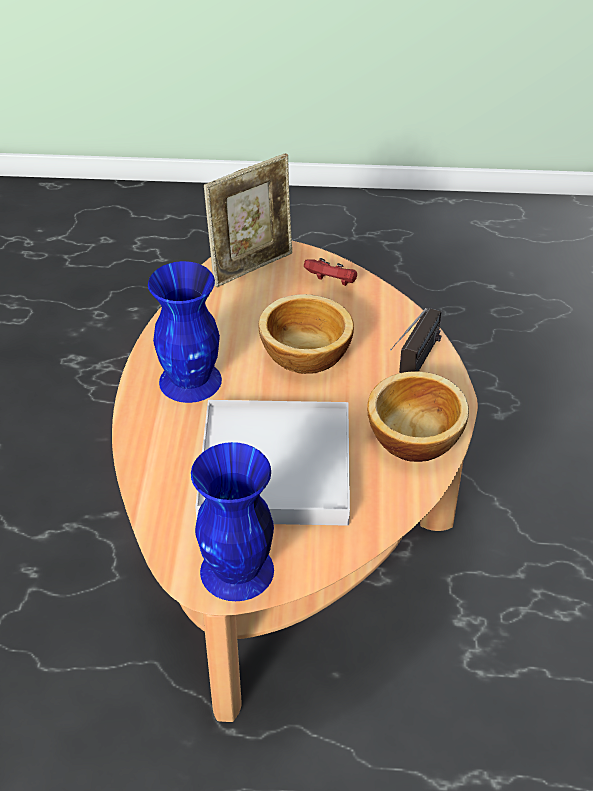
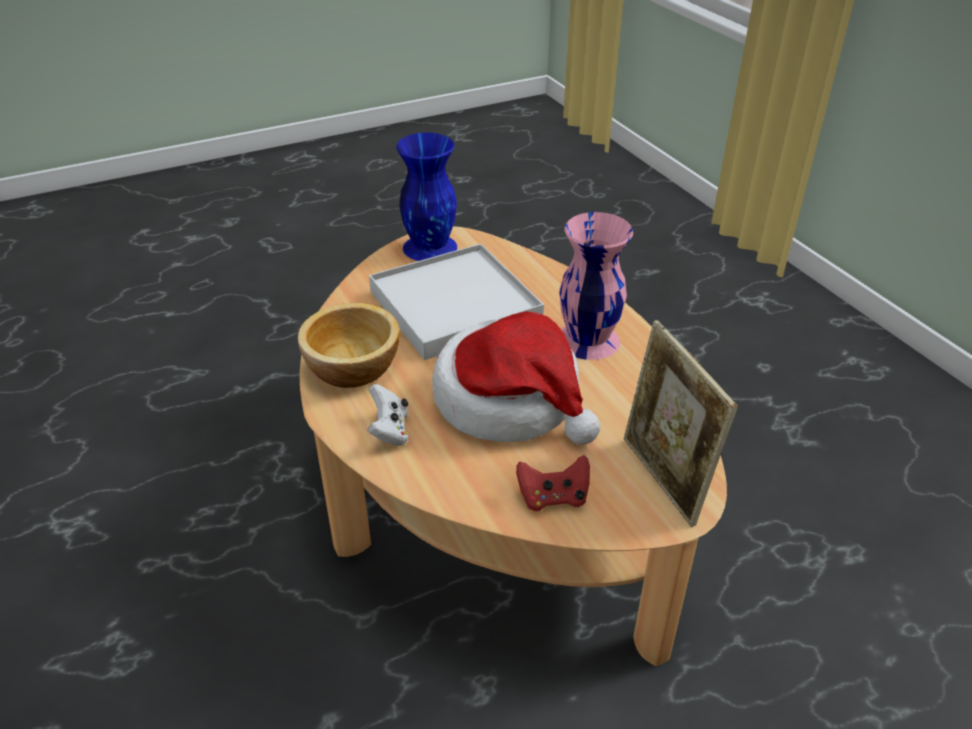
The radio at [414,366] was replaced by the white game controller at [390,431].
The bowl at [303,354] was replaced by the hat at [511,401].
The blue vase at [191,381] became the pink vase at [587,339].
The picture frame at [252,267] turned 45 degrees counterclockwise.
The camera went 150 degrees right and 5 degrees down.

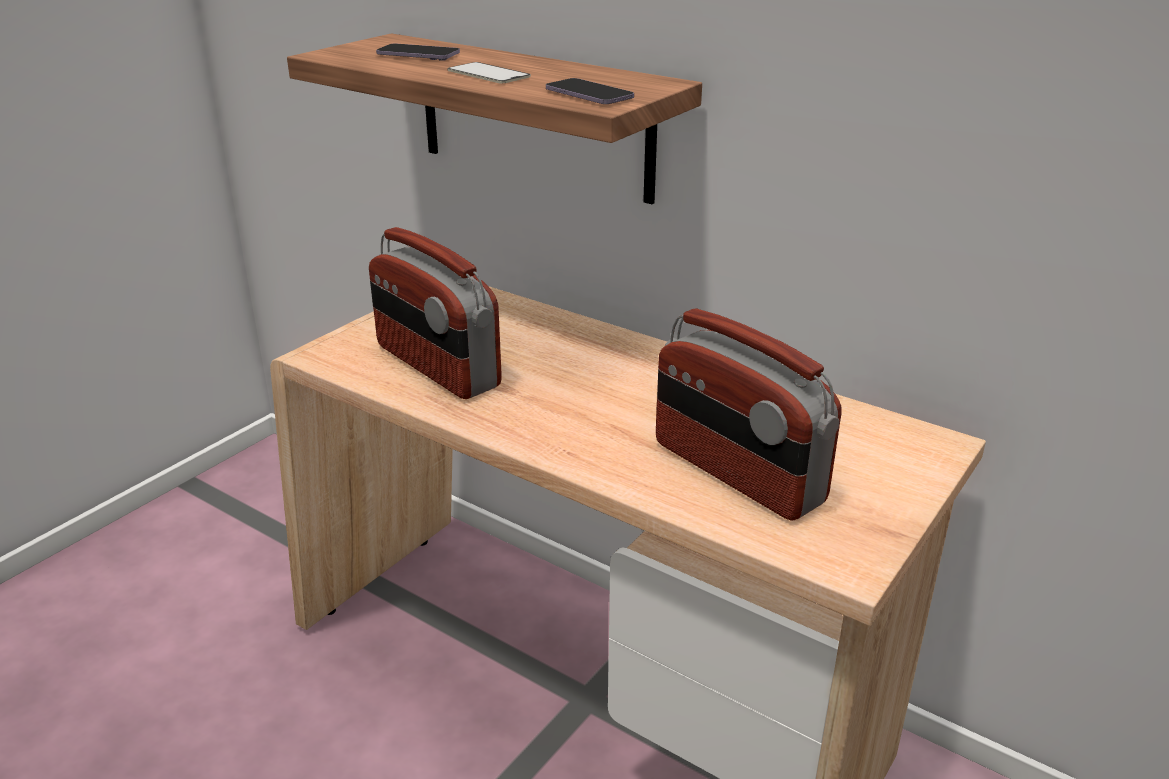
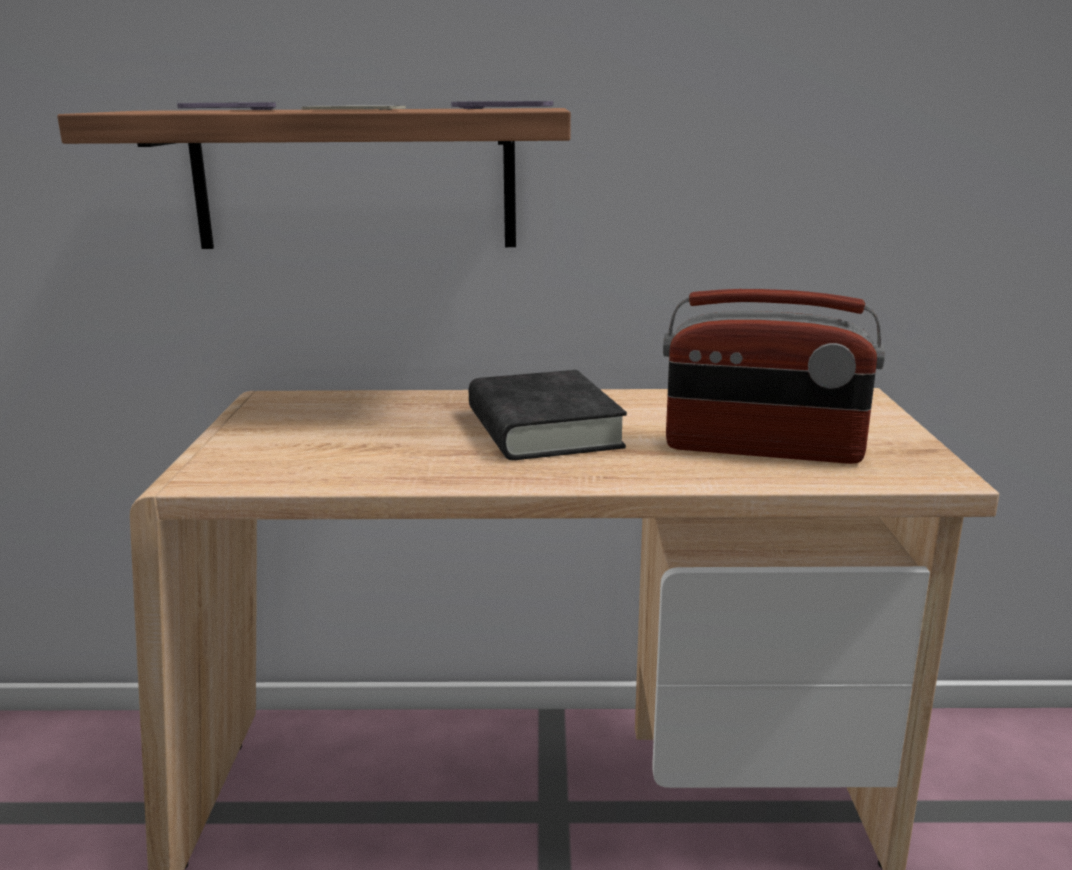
The black book at [543,429] appeared.
The radio at [436,367] disappeared.
The camera went 35 degrees left and 10 degrees down.

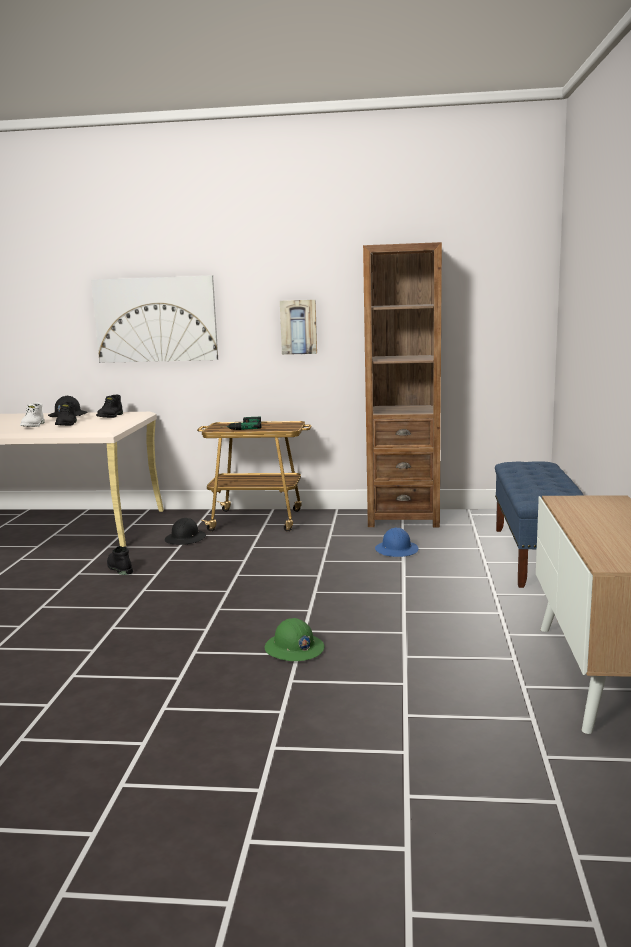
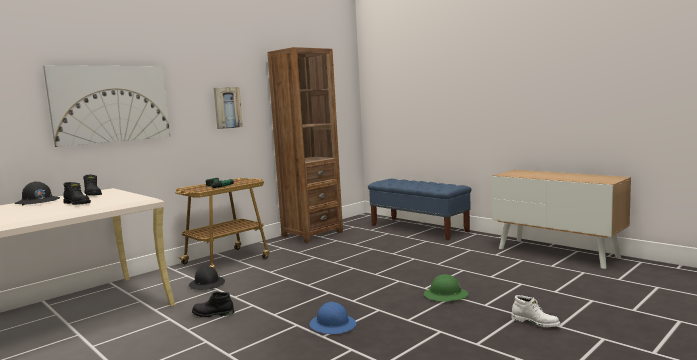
The blue hard hat moved from [397,550] to [333,325].
The white boot moved from [33,425] to [535,322].
The camera went 50 degrees left and 5 degrees down.

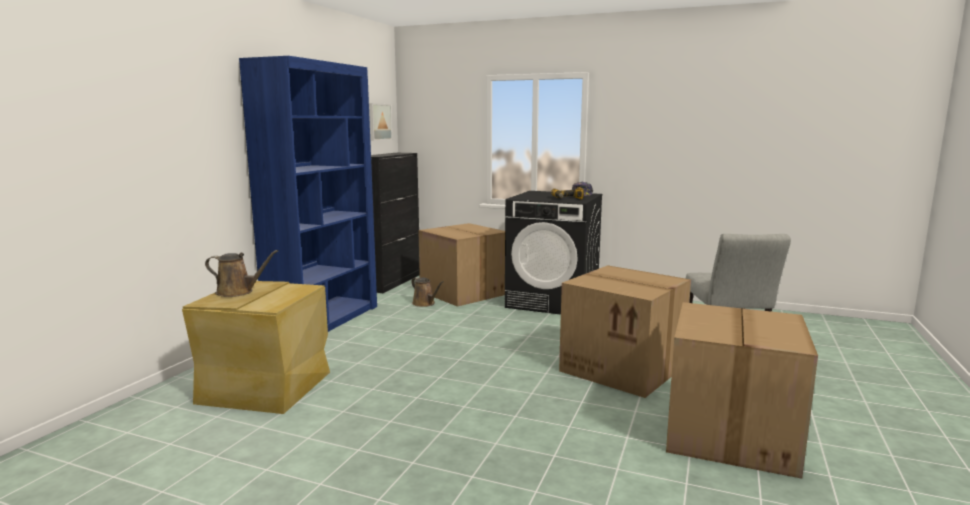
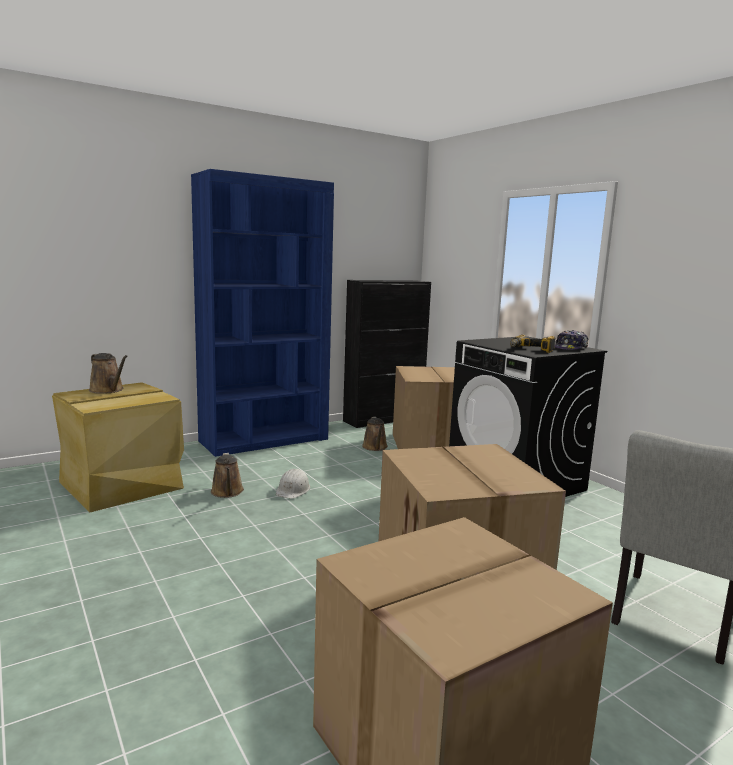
The brown watering can at [227,492] appeared.
The white hard hat at [293,490] appeared.
The picture at [378,122] disappeared.
The camera went 35 degrees right and 0 degrees up.

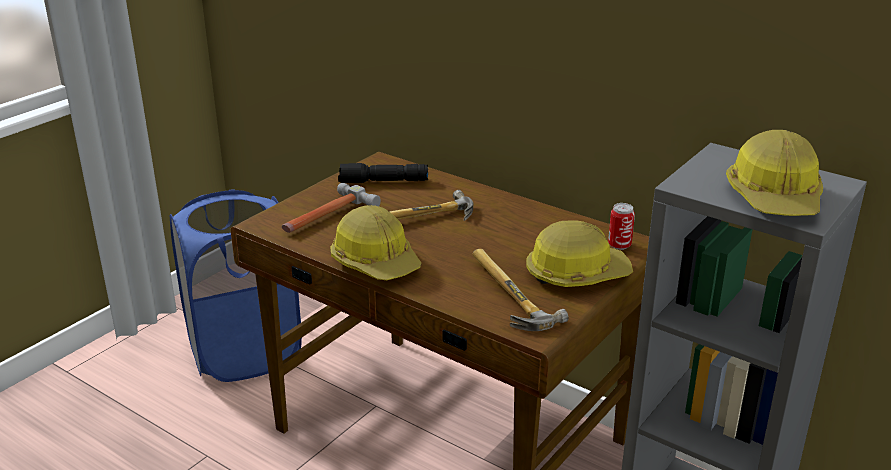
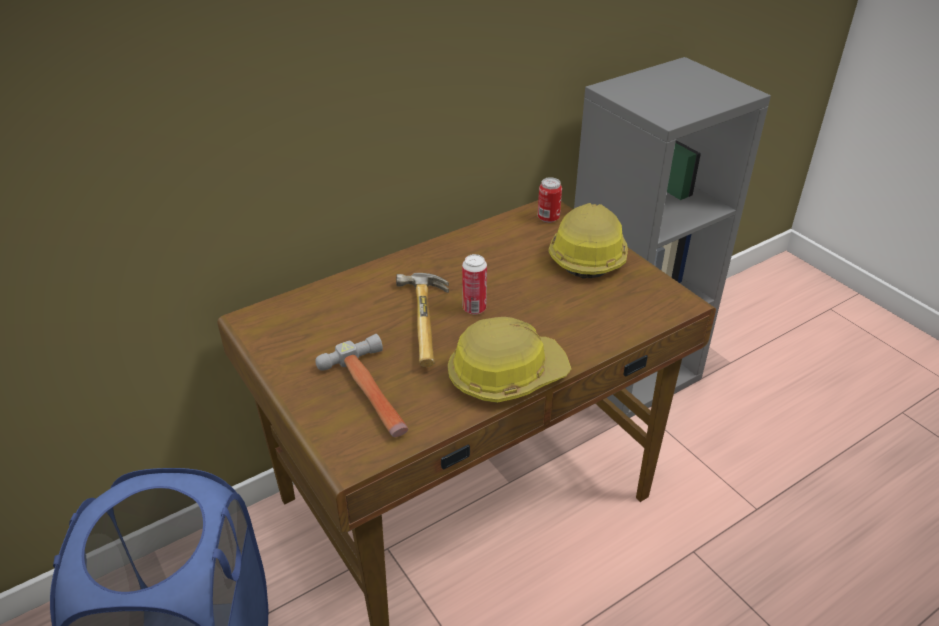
The can at [474,308] appeared.
The black flashlight at [382,182] disappeared.
The hammer at [505,297] disappeared.
The hard hat at [774,197] disappeared.
The camera went 70 degrees left and 10 degrees up.

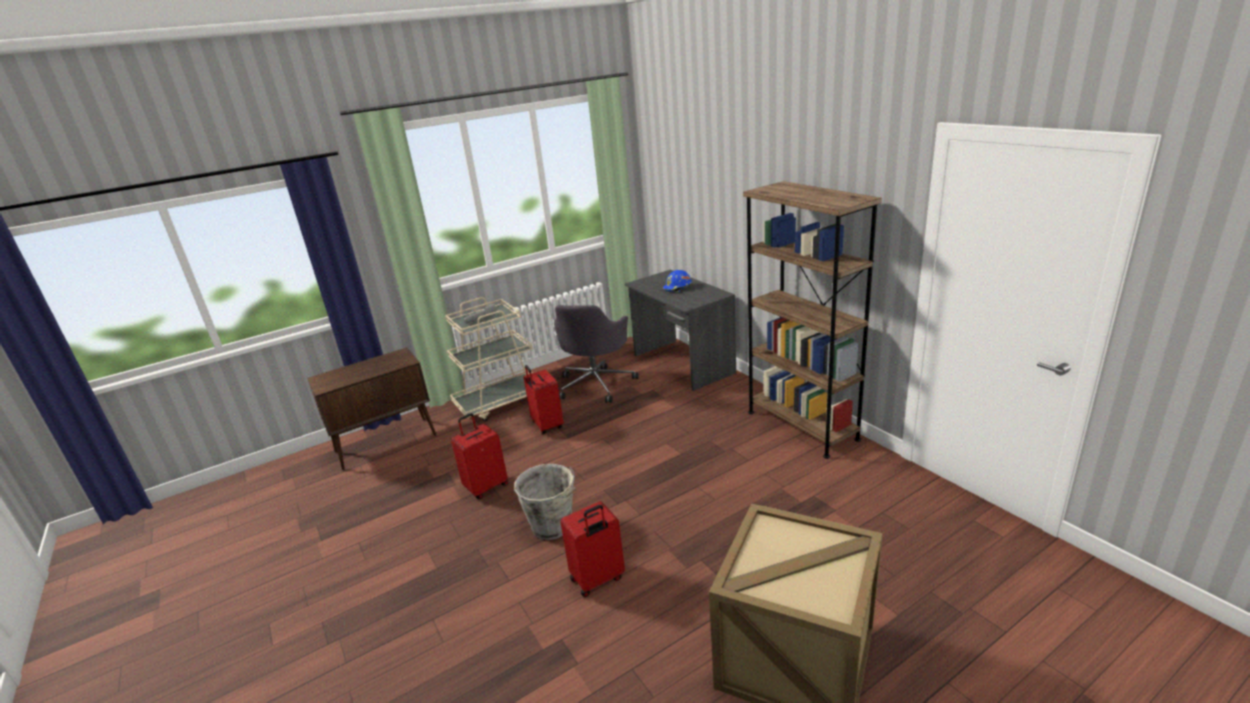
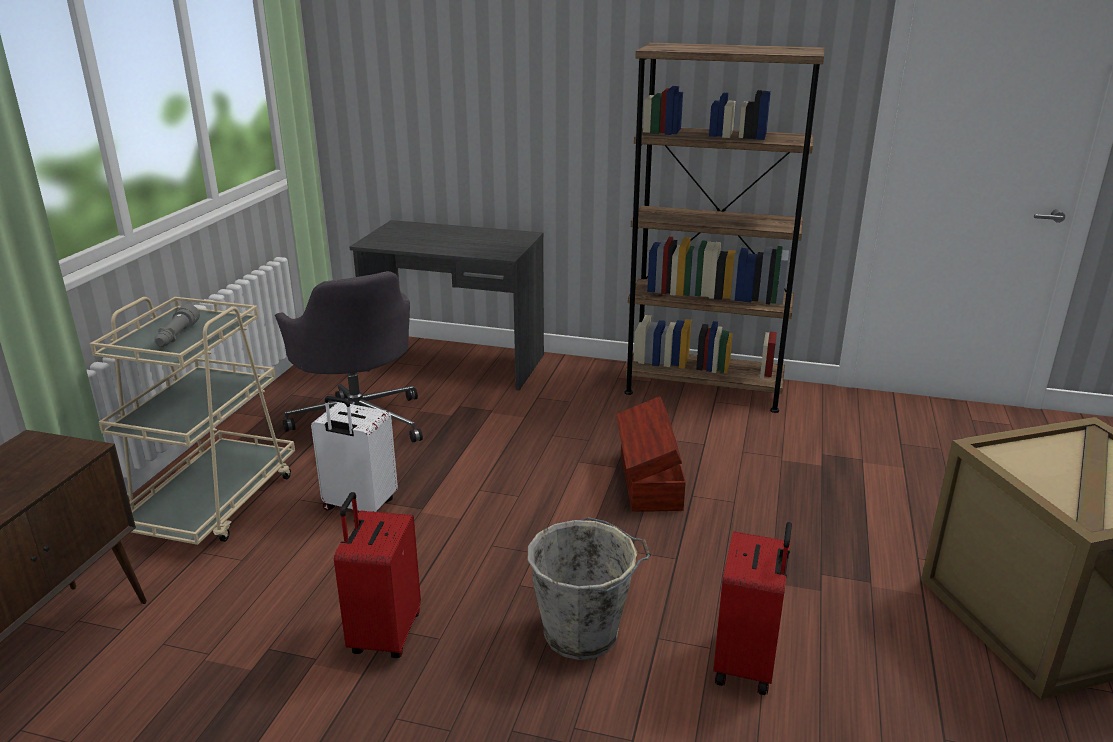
The red suitcase at [546,426] became the white suitcase at [359,506].
The brown storage box at [648,481] appeared.
The blue hard hat at [677,288] disappeared.
The camera went 45 degrees left and 0 degrees up.

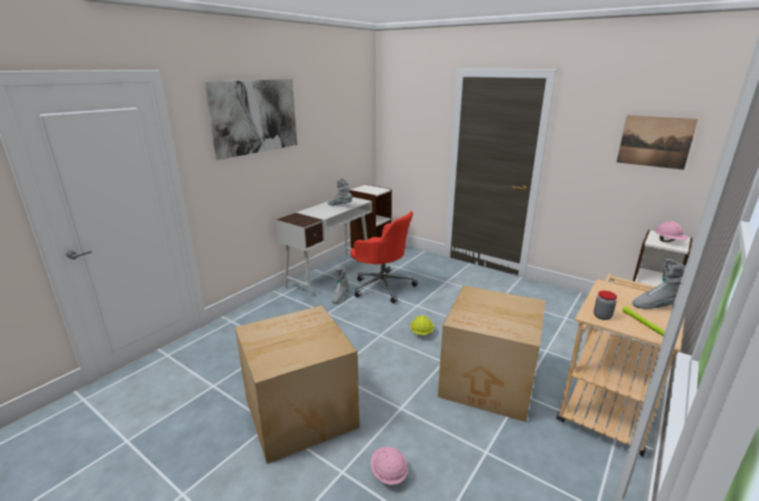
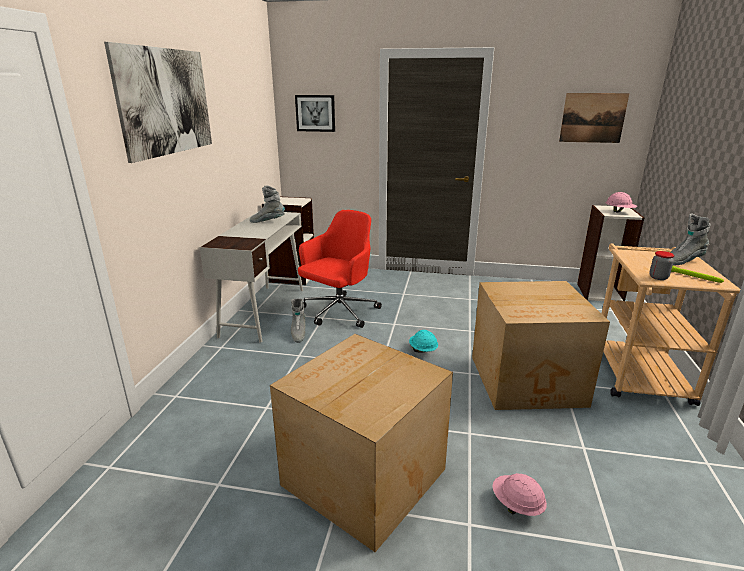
The picture at [315,113] appeared.
The red office chair at [382,286] turned 60 degrees counterclockwise.
The yellow hard hat at [421,333] became the turquoise hard hat at [423,350].
The camera went 25 degrees left and 0 degrees up.

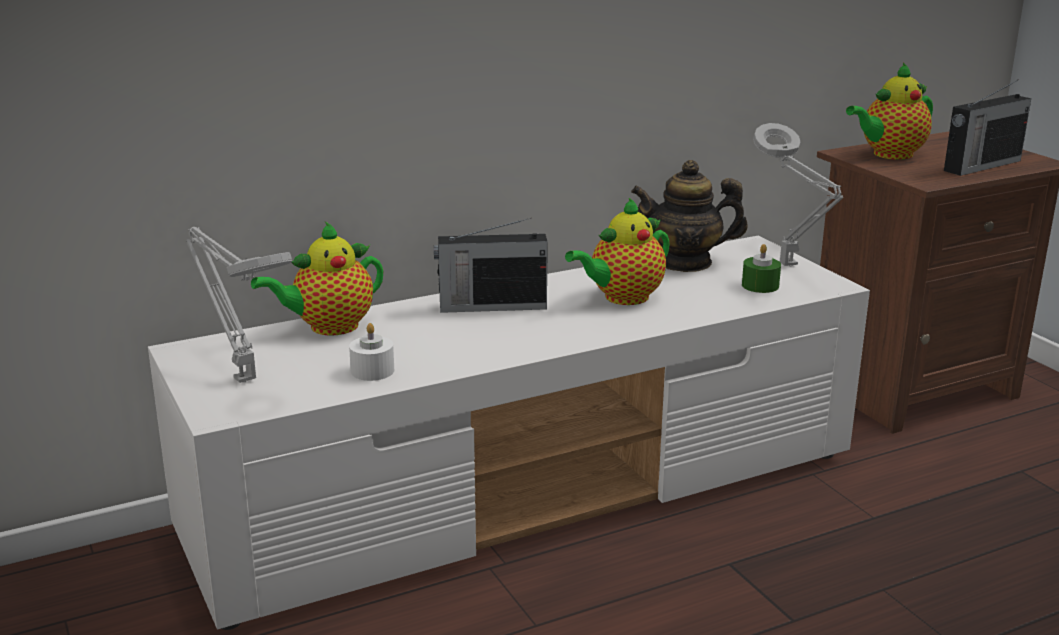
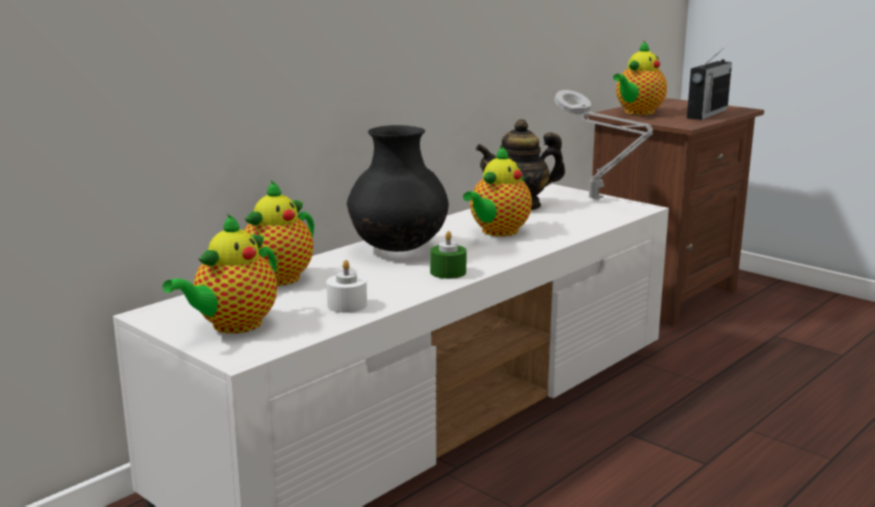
The grey table lamp at [242,378] was replaced by the teapot at [232,326].
The radio at [490,306] was replaced by the black vase at [398,249].
The green candle moved from [760,285] to [448,272].
The camera went 20 degrees left and 5 degrees down.

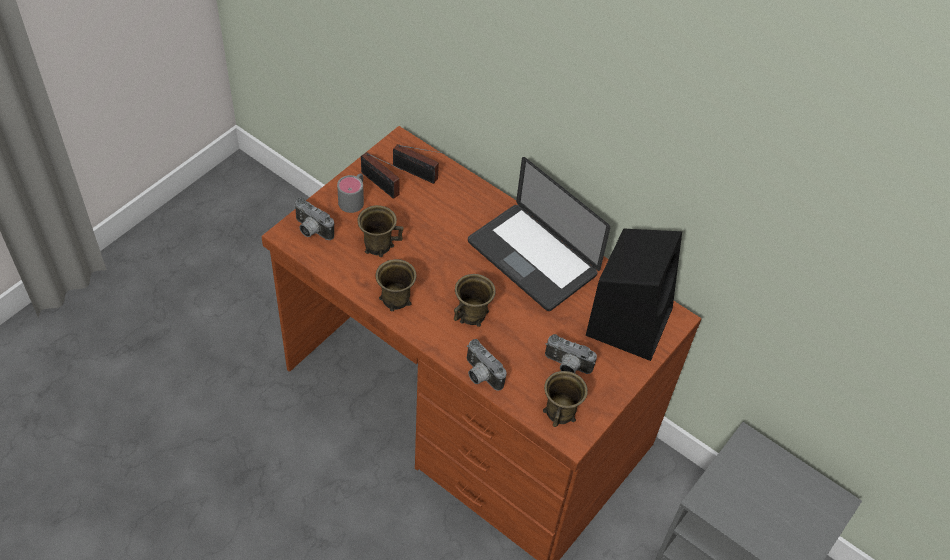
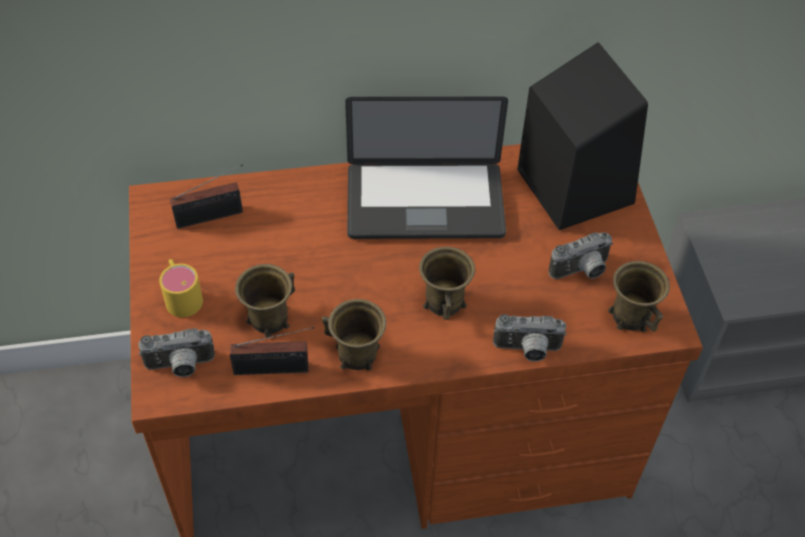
The grey mug at [354,199] became the yellow mug at [181,295].
The radio moved from [381,185] to [275,369].
The camera went 45 degrees left and 0 degrees up.

